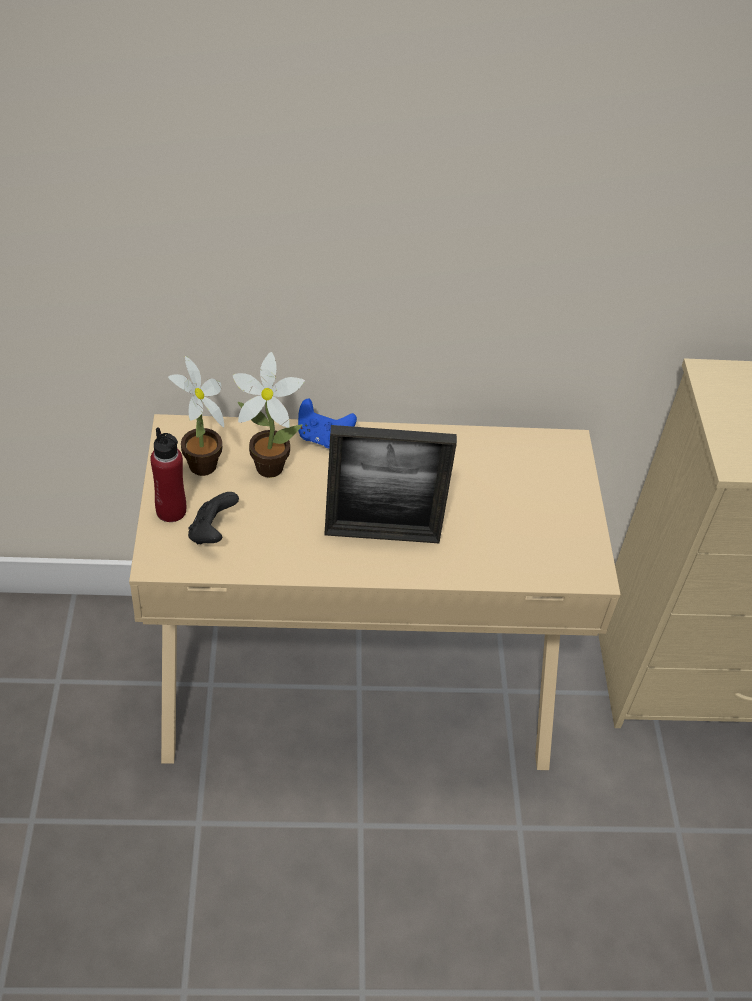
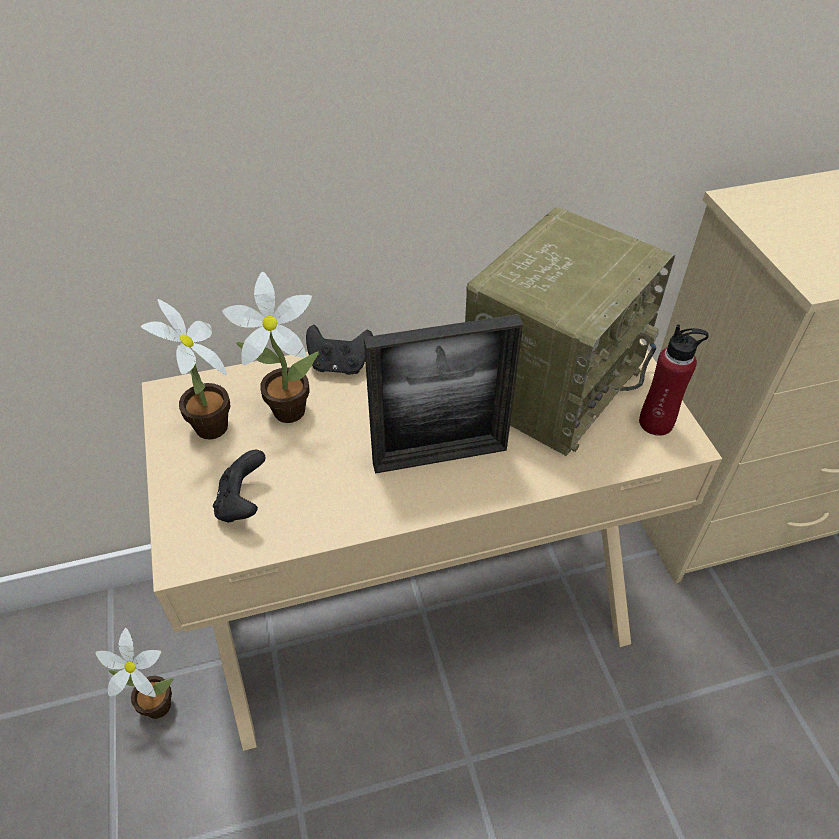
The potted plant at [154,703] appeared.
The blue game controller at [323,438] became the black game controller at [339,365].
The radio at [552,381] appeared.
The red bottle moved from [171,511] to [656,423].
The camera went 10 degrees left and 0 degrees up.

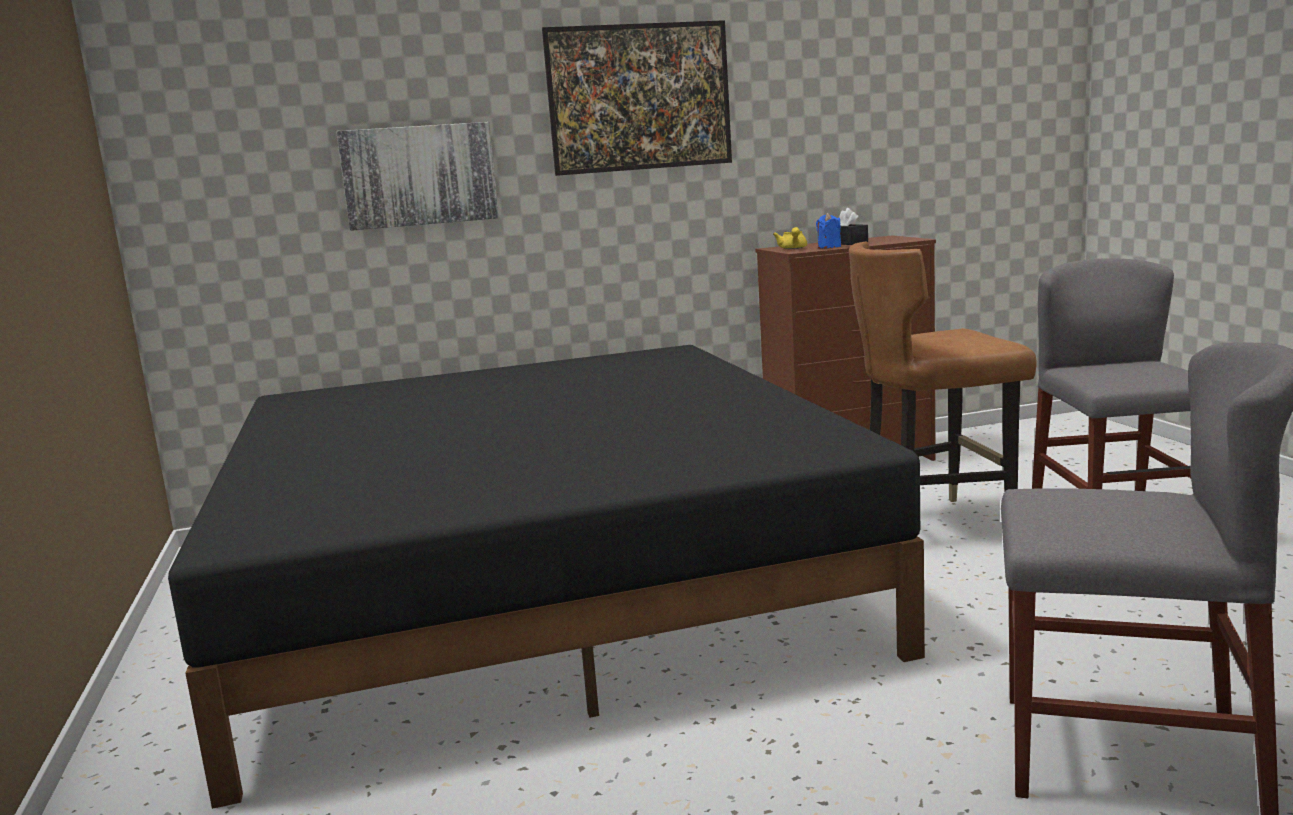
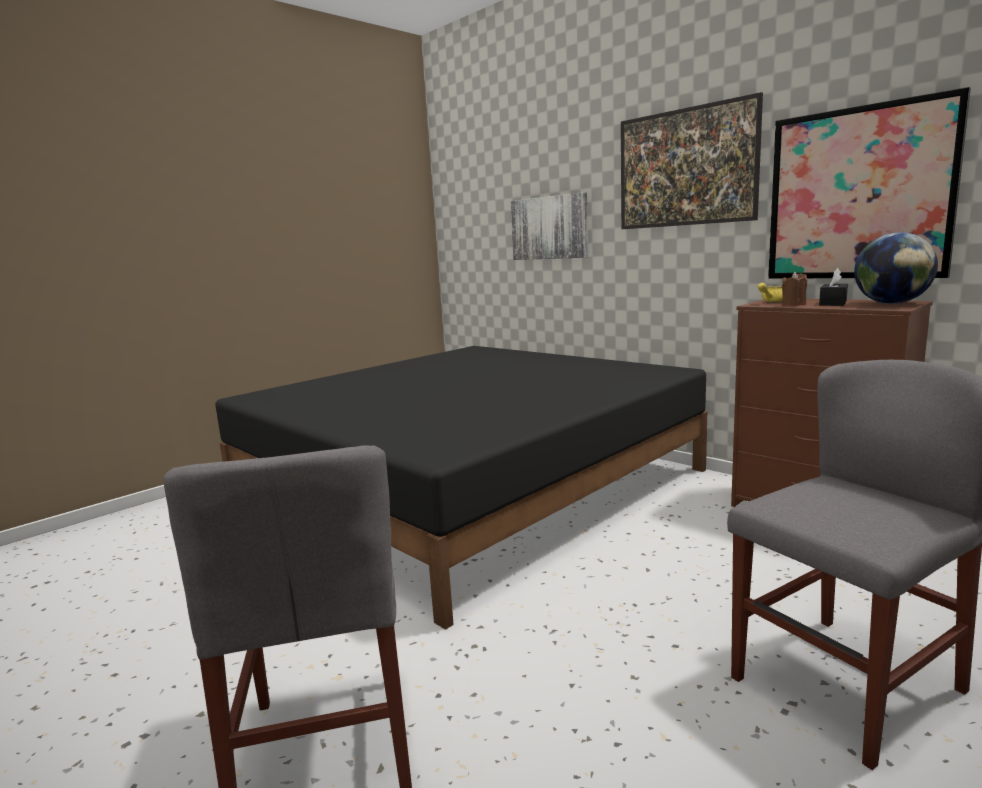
The picture at [858,194] appeared.
The blue candle at [829,247] became the brown candle at [793,305].
The globe at [891,303] appeared.
The brown chair at [933,525] disappeared.
The camera went 60 degrees right and 0 degrees up.

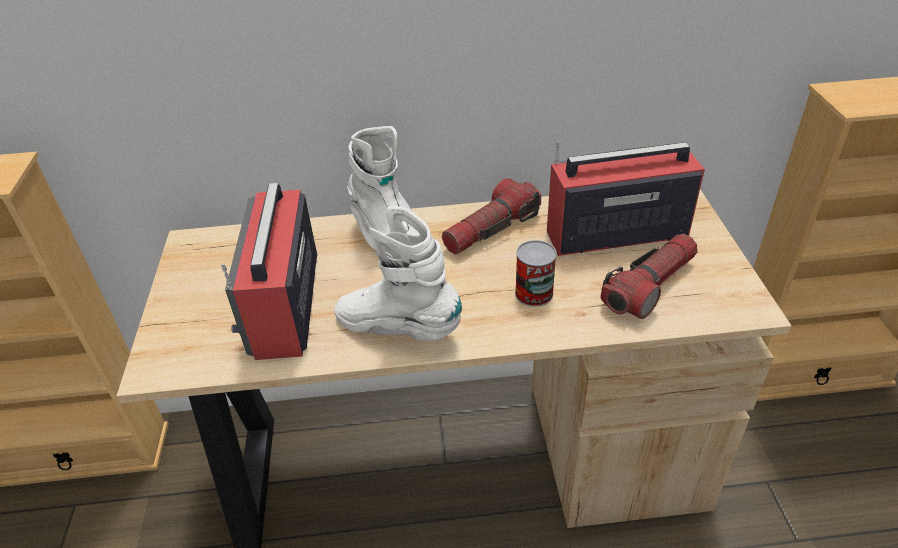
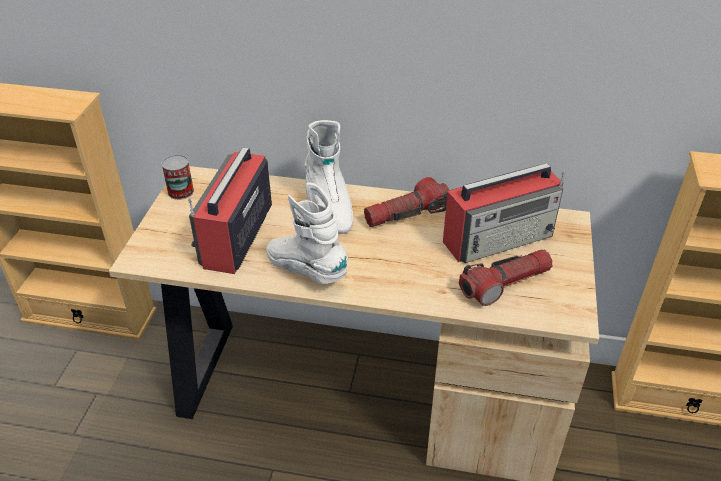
The can moved from [534,293] to [181,191].
The radio at [614,233] turned 150 degrees clockwise.
The camera went 15 degrees right and 0 degrees up.

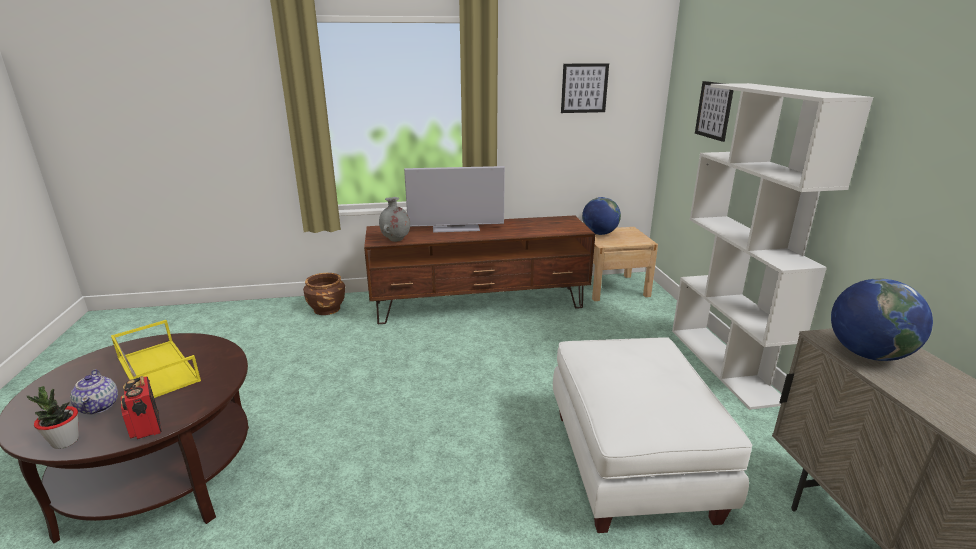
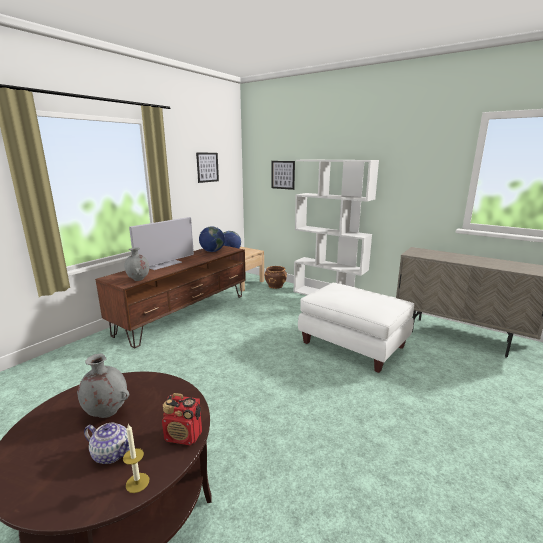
The yellow tray at [156,369] was replaced by the grey vase at [106,412].
The potted plant at [65,441] was replaced by the candle at [137,482].
The globe moved from [867,354] to [212,251].
The brown planter moved from [327,309] to [275,286].
The camera went 45 degrees left and 5 degrees down.

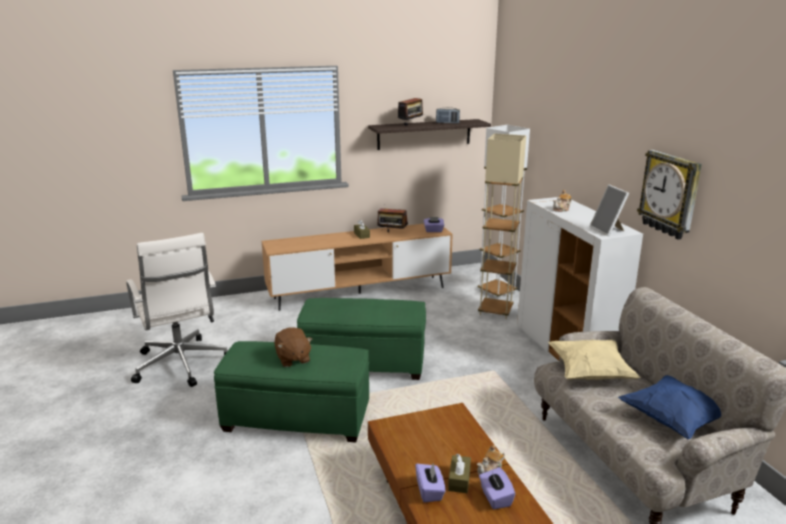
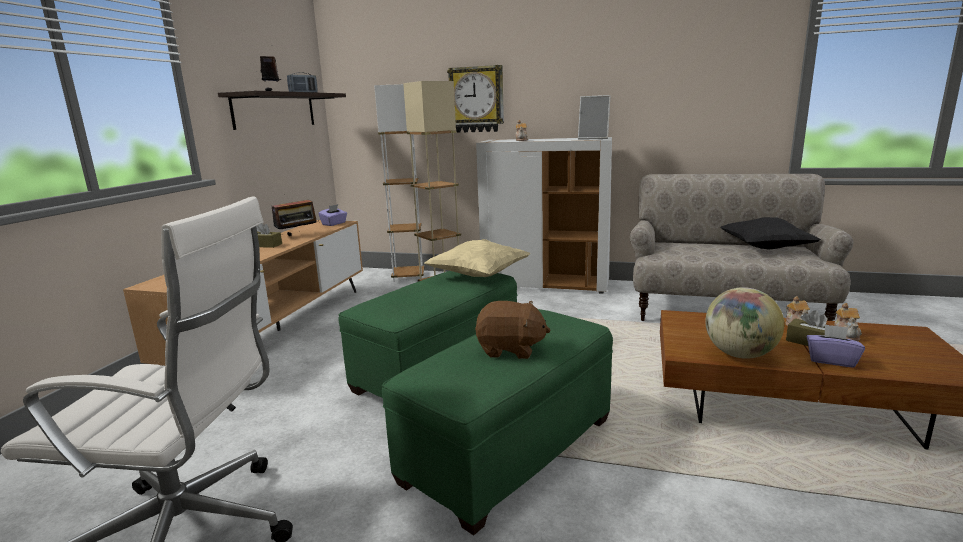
The beige pillow moved from [590,373] to [478,276].
The wall clock moved from [670,194] to [476,99].
The globe at [739,354] appeared.
The blue pillow at [674,420] became the black pillow at [765,248].
The purple tissue box at [495,497] was replaced by the teapot at [846,335].
The camera went 55 degrees left and 5 degrees down.

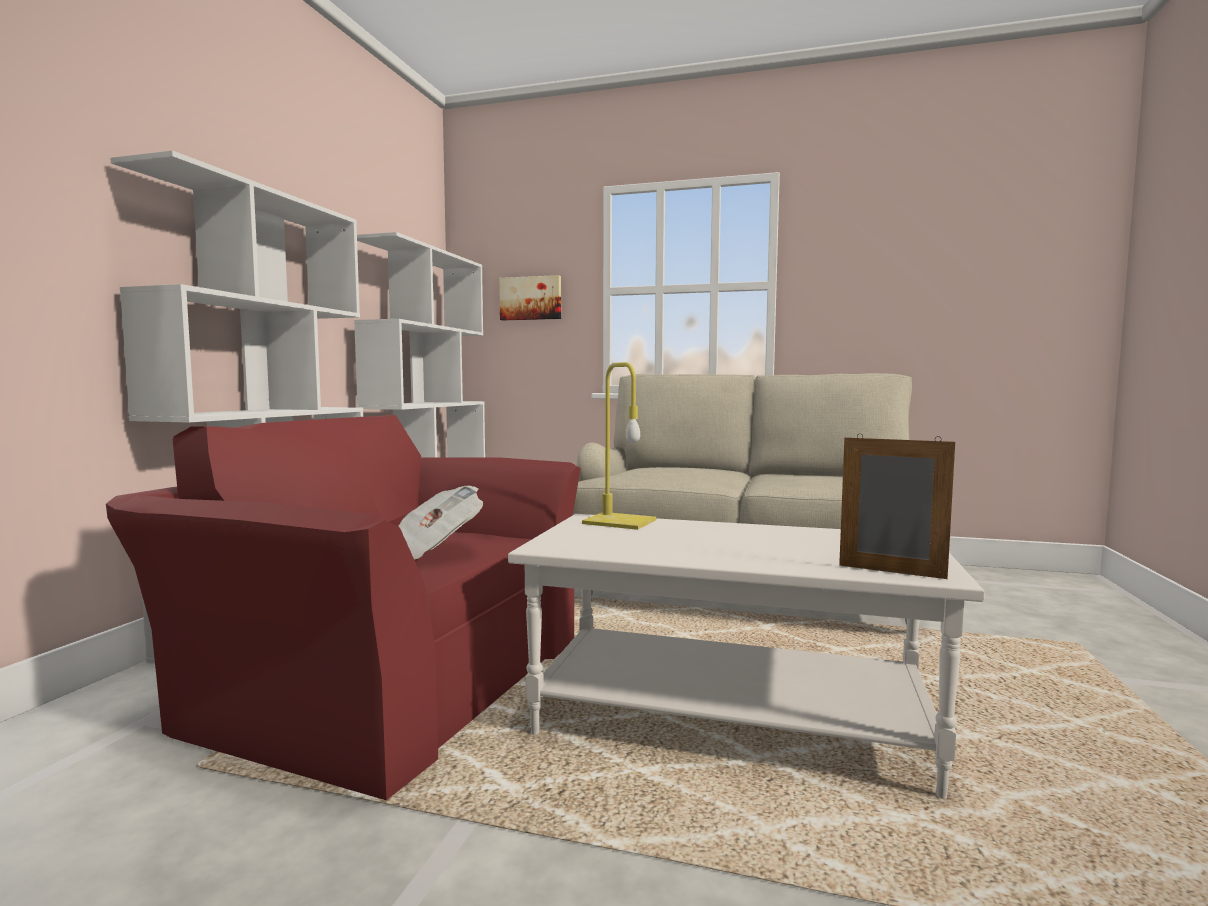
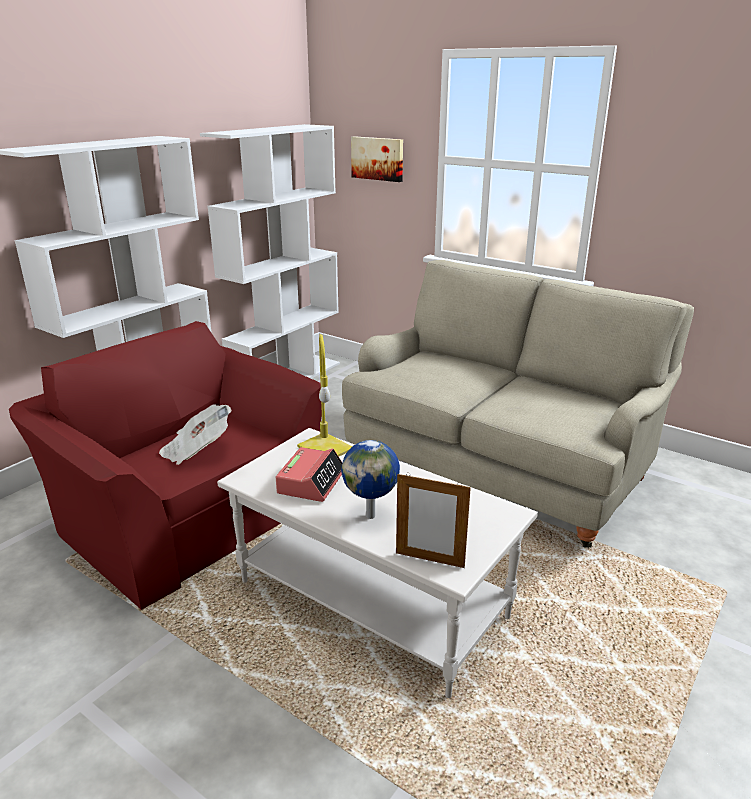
The alarm clock at [311,482] appeared.
The globe at [371,515] appeared.
The picture frame at [891,572] turned 150 degrees clockwise.
The camera went 20 degrees right and 20 degrees up.

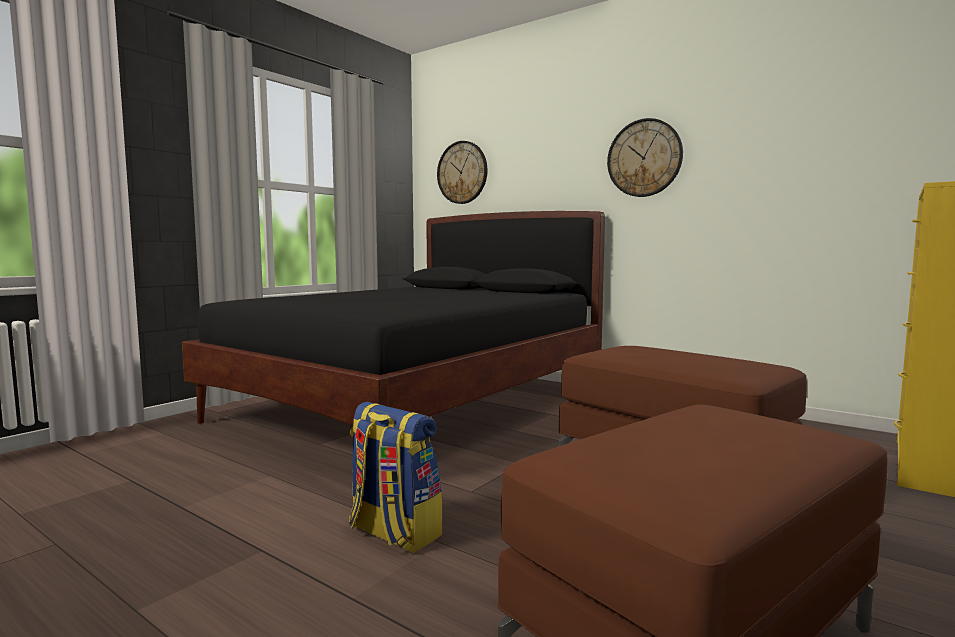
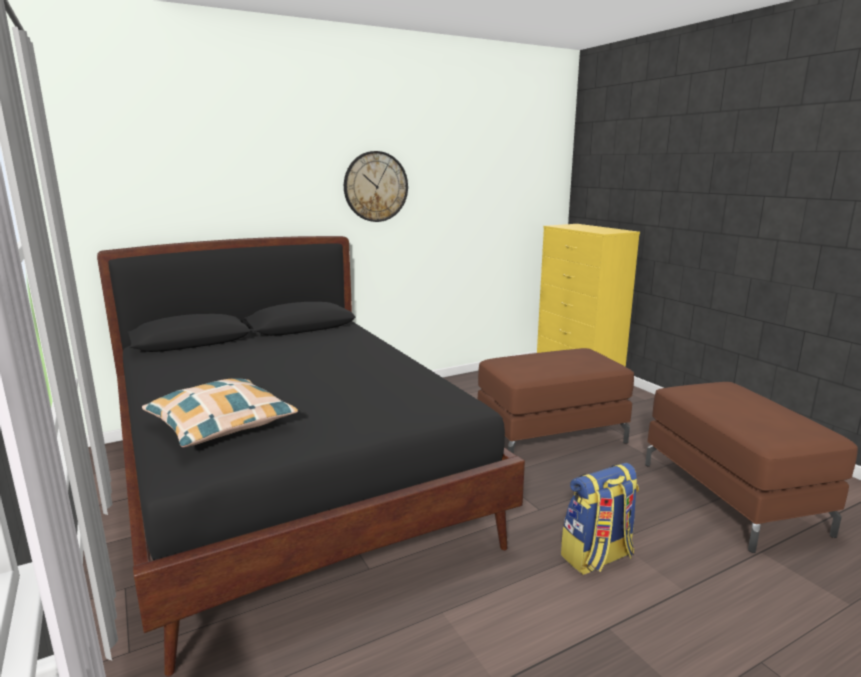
The pillow at [221,424] appeared.
The wall clock at [462,172] disappeared.
The camera went 65 degrees left and 10 degrees up.

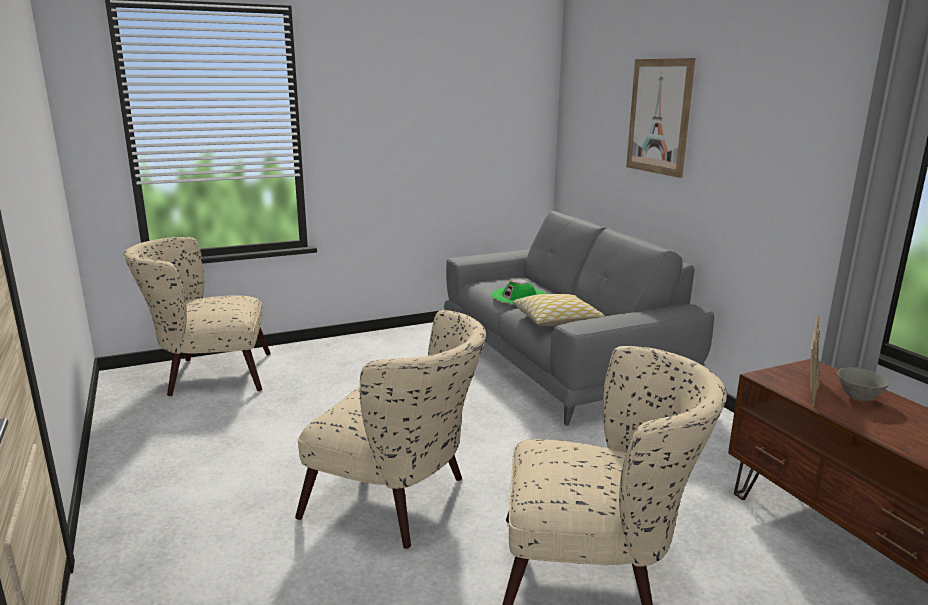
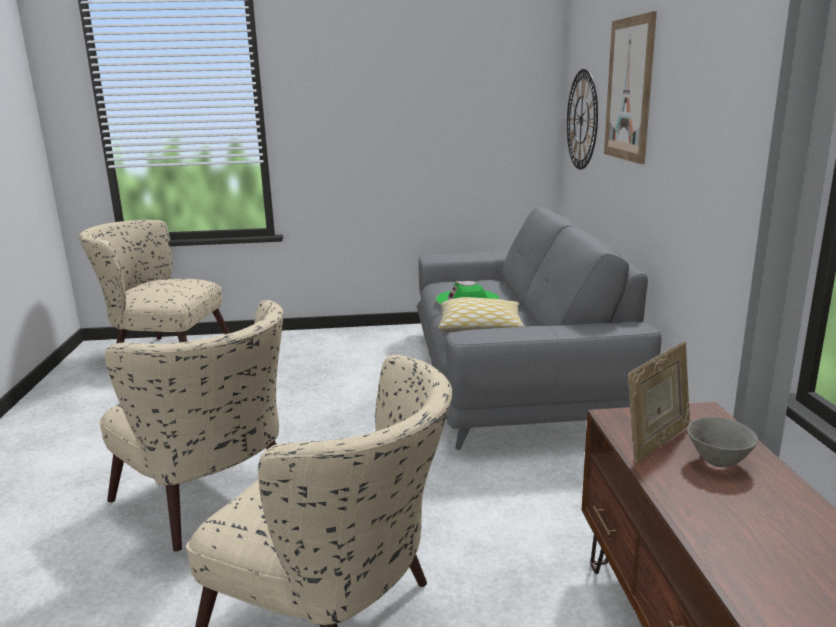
The wall clock at [581,120] appeared.
The camera went 20 degrees right and 0 degrees up.

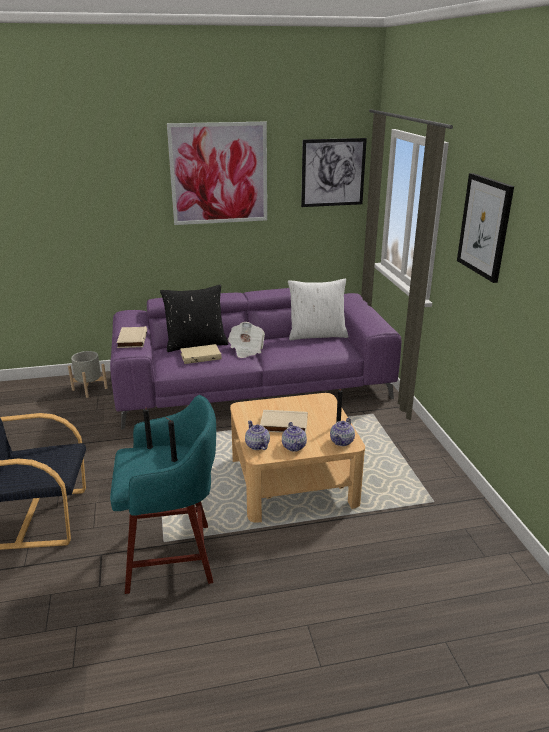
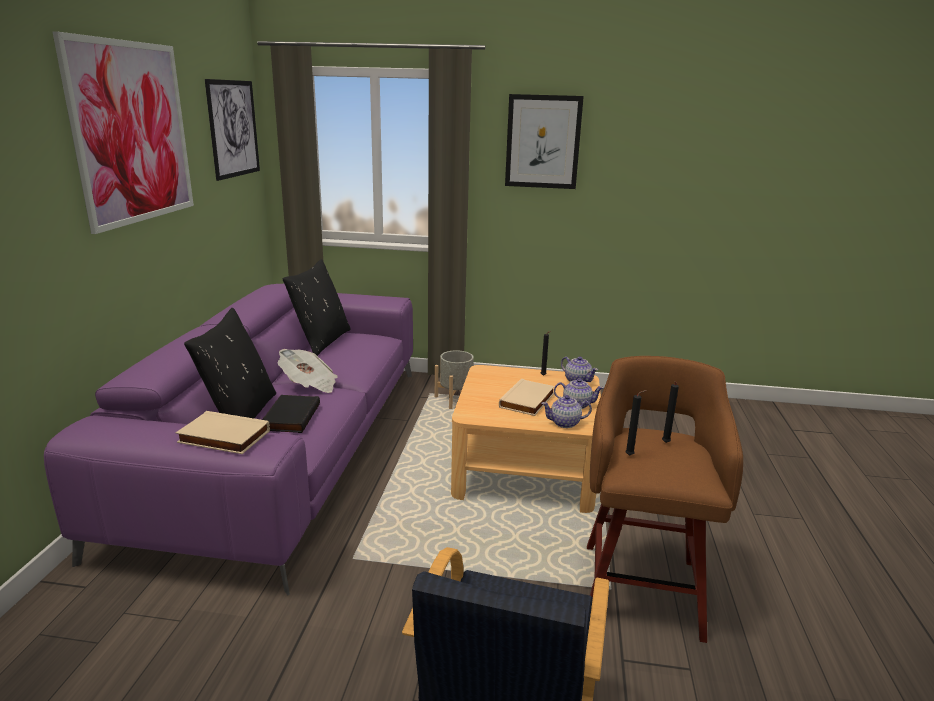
The beige book at [200,356] became the black book at [290,417].
The white pillow at [317,335] became the black pillow at [321,341].
The grey planter moved from [89,389] to [455,399].
The turquoise stool at [173,557] became the brown stool at [641,586].
The camera went 70 degrees left and 5 degrees down.

